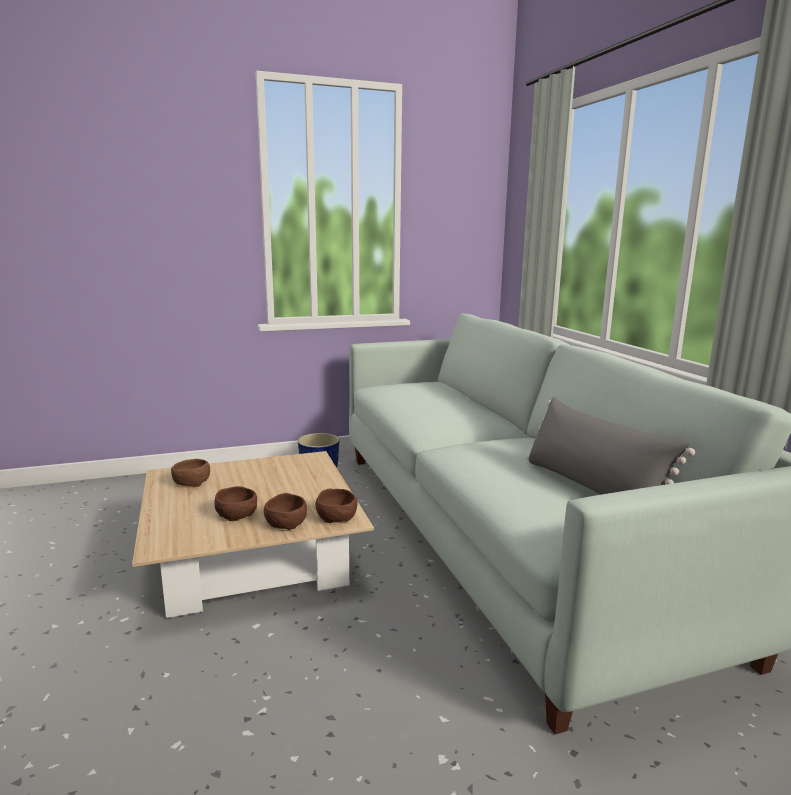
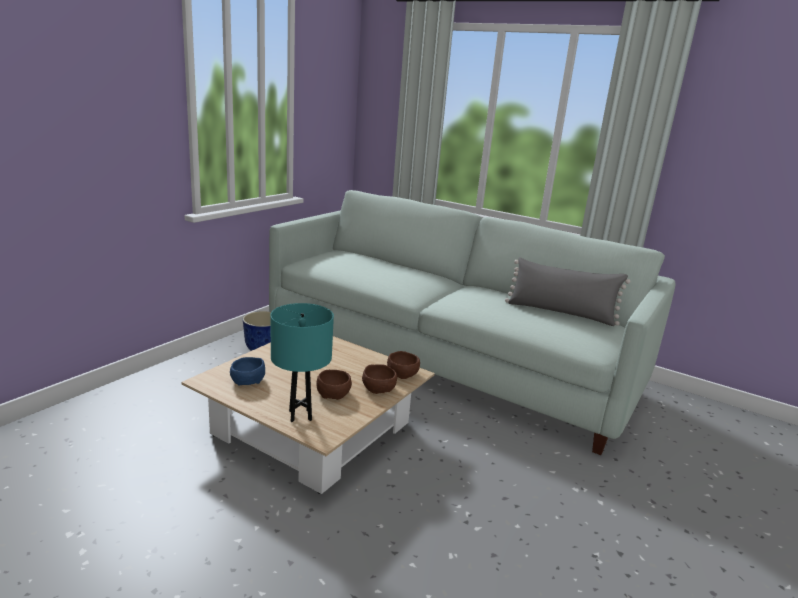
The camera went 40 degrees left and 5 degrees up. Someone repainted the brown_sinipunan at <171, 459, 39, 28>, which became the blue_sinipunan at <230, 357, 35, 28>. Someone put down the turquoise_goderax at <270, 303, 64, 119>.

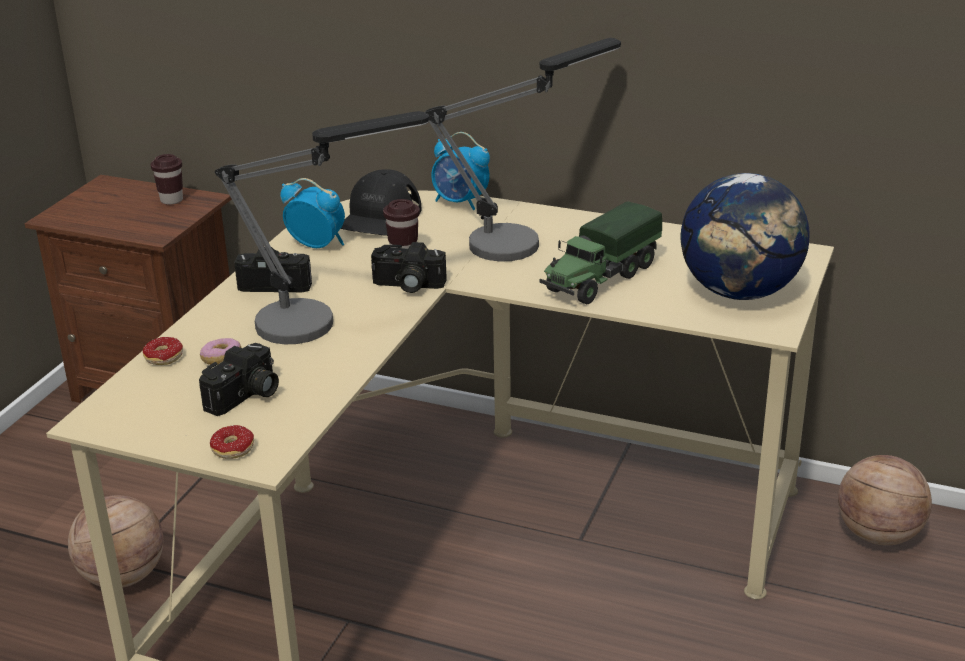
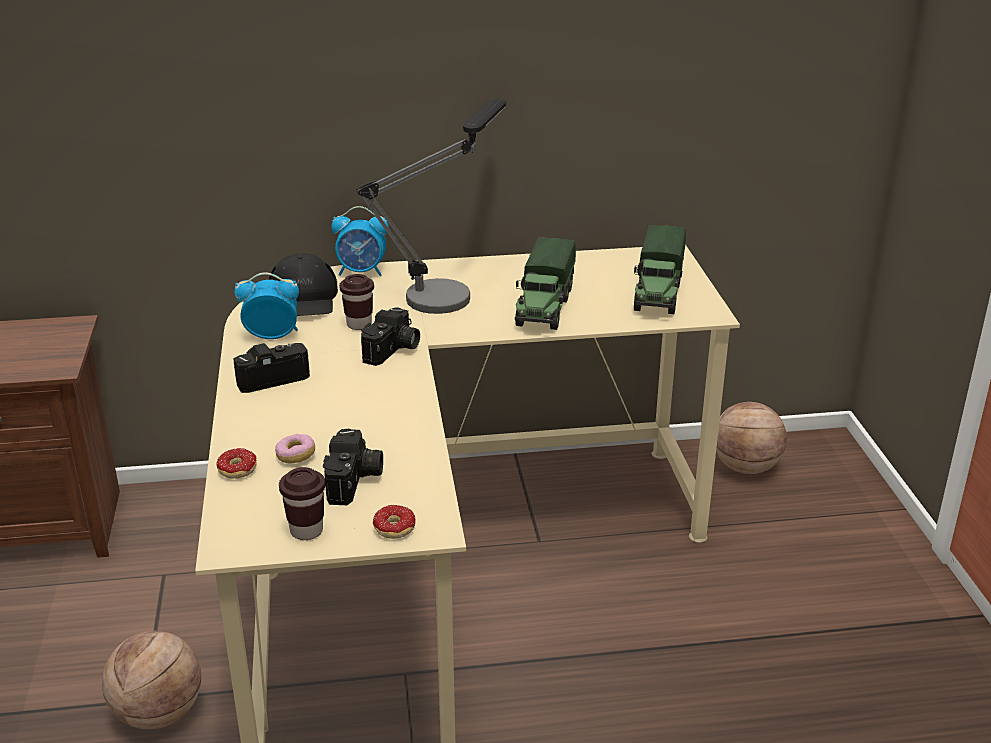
The camera went 30 degrees left and 0 degrees up. Someone carried the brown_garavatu from <151, 154, 32, 51> to <279, 467, 46, 73>. Someone rotated the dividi at <371, 242, 76, 51> by 45 degrees counterclockwise. Someone swapped the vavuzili at <681, 173, 129, 127> for the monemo at <634, 225, 52, 89>. Someone took away the goderax at <215, 111, 214, 233>.

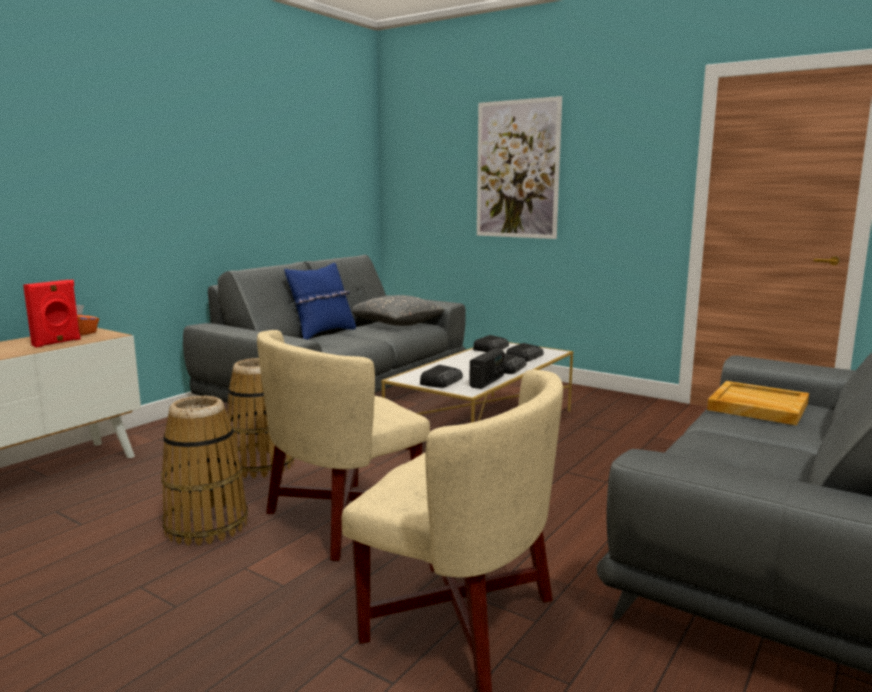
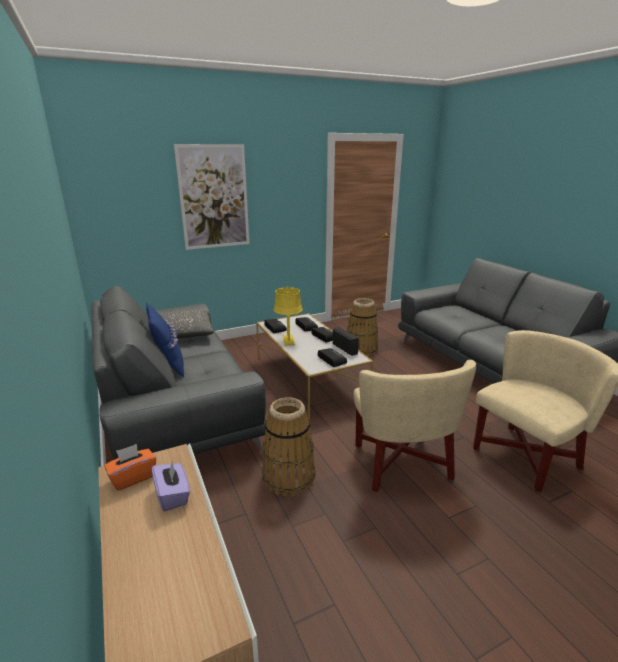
The camera went 60 degrees left and 10 degrees up. Someone swapped the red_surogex at <23, 280, 58, 68> for the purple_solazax at <152, 459, 38, 52>. Someone put down the yellow_goderax at <273, 287, 30, 59>. Someone carried the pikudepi from <161, 396, 87, 150> to <347, 298, 31, 58>. Someone took away the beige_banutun at <707, 381, 102, 44>.

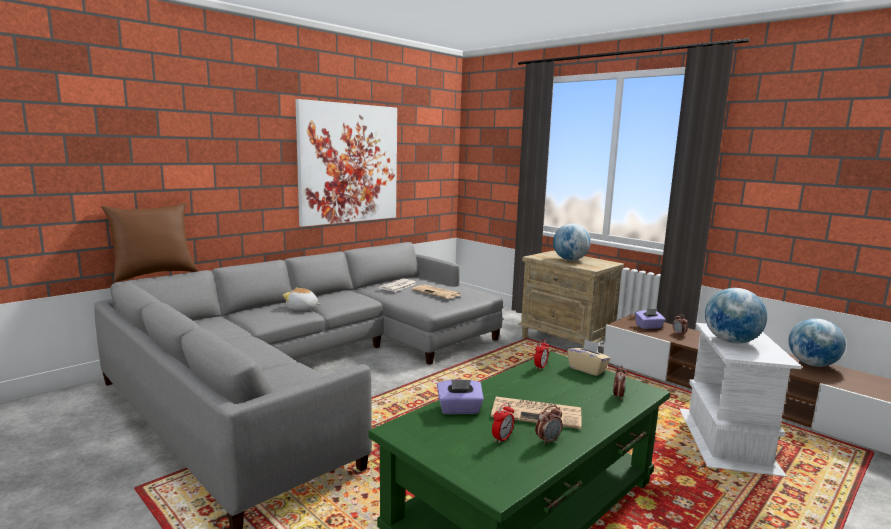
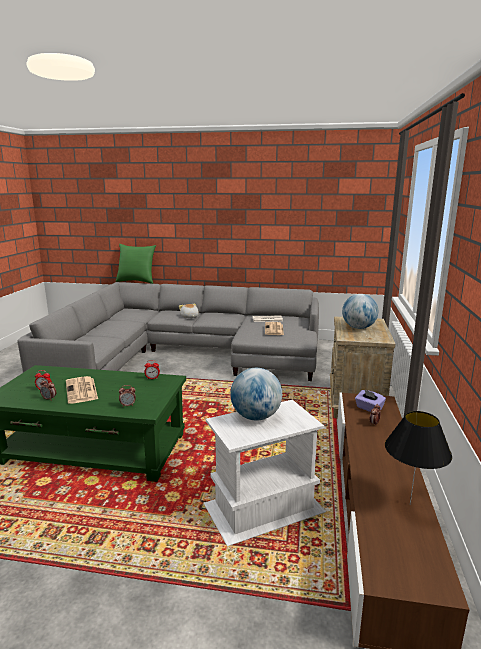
The camera went 55 degrees right and 5 degrees up. Someone repainted the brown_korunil at <101, 203, 97, 79>, which became the green_korunil at <116, 244, 40, 40>. Someone swapped the vavuzili at <788, 318, 58, 49> for the black_goderax at <385, 411, 67, 94>. Someone took away the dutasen at <295, 99, 102, 128>. Someone took away the purple_solazax at <437, 379, 47, 35>. Someone took away the beige_solazax at <567, 339, 44, 37>.

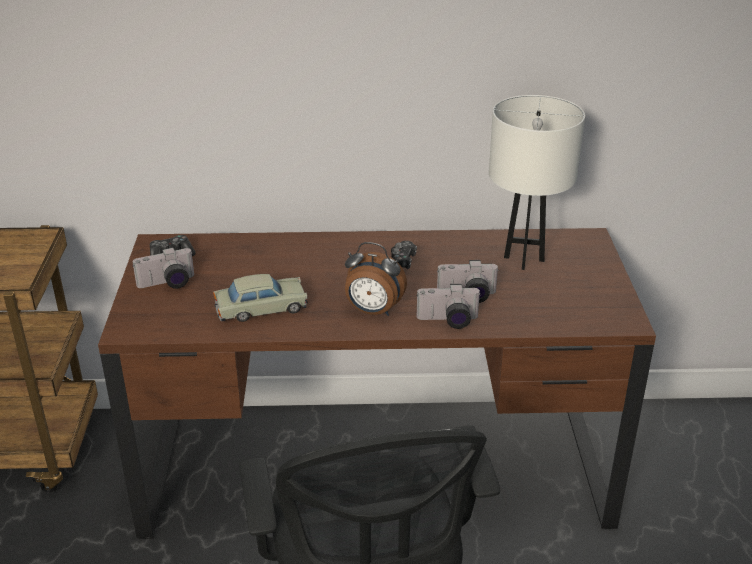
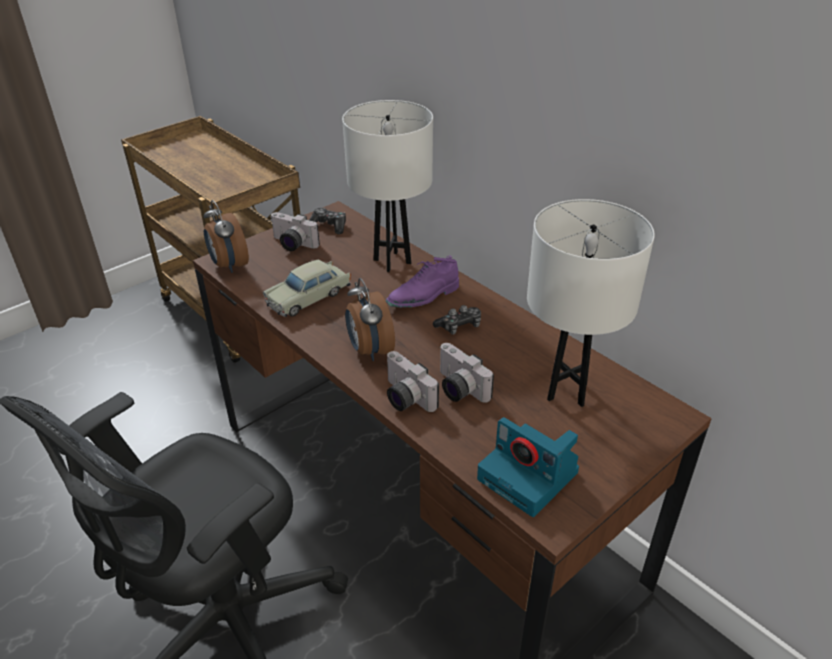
The camera went 50 degrees right and 5 degrees up. Someone put down the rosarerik at <203, 200, 46, 73>. Someone rotated the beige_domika at <213, 274, 94, 48> by 105 degrees clockwise. Someone put down the white_goderax at <342, 100, 91, 172>. Someone put down the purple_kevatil at <386, 255, 73, 52>. Someone put down the dividi at <477, 417, 102, 100>.

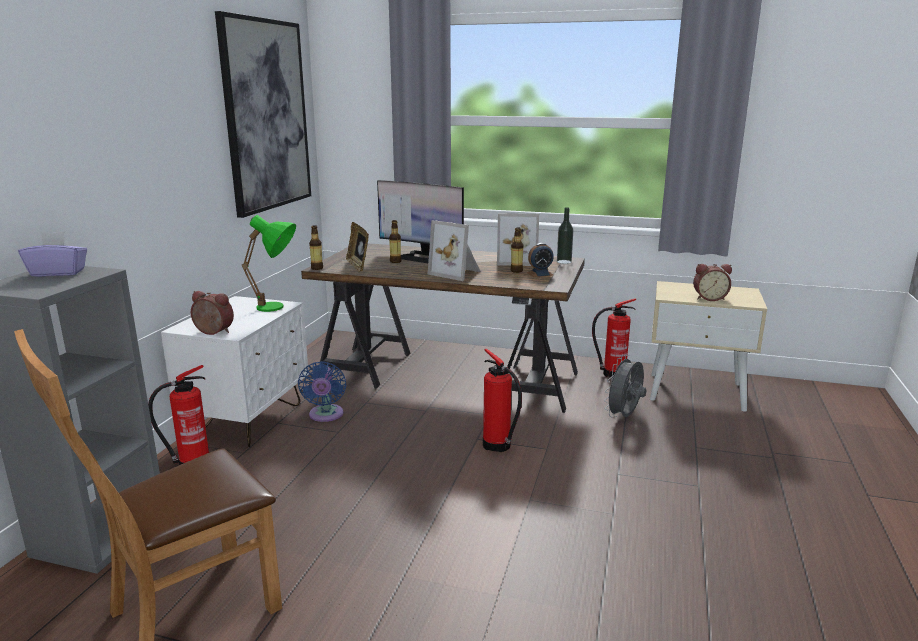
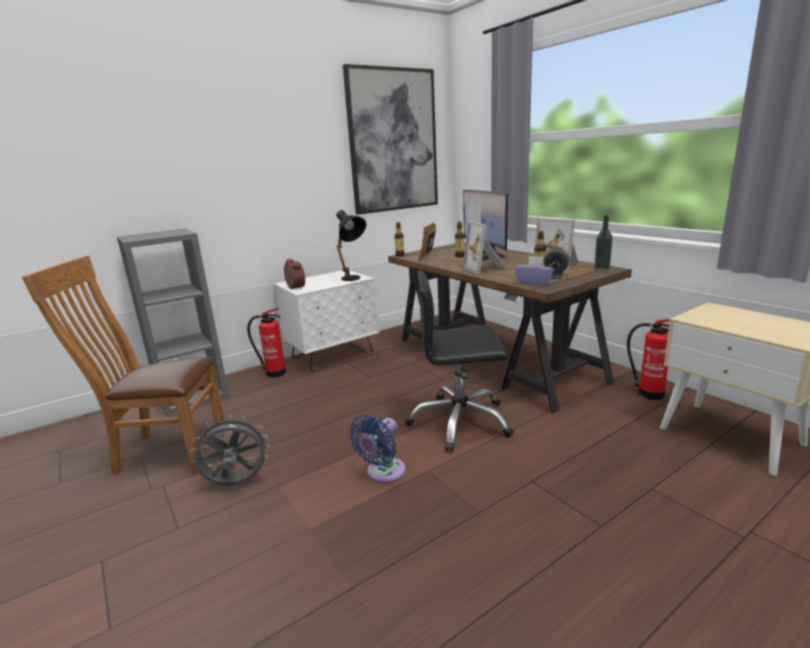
The camera went 40 degrees right and 0 degrees up. Someone carried the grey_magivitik from <604, 355, 43, 63> to <191, 415, 79, 71>. Someone repainted the green_goderax at <242, 215, 54, 97>, which became the black_goderax at <336, 210, 30, 71>. Someone carried the blue_magivitik from <298, 361, 48, 61> to <349, 414, 57, 69>. Someone swapped the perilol at <483, 349, 39, 103> for the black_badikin at <405, 270, 109, 182>. Someone carried the purple_solazax from <18, 231, 69, 46> to <515, 256, 39, 30>. Someone took away the rosarerik at <693, 264, 39, 37>.

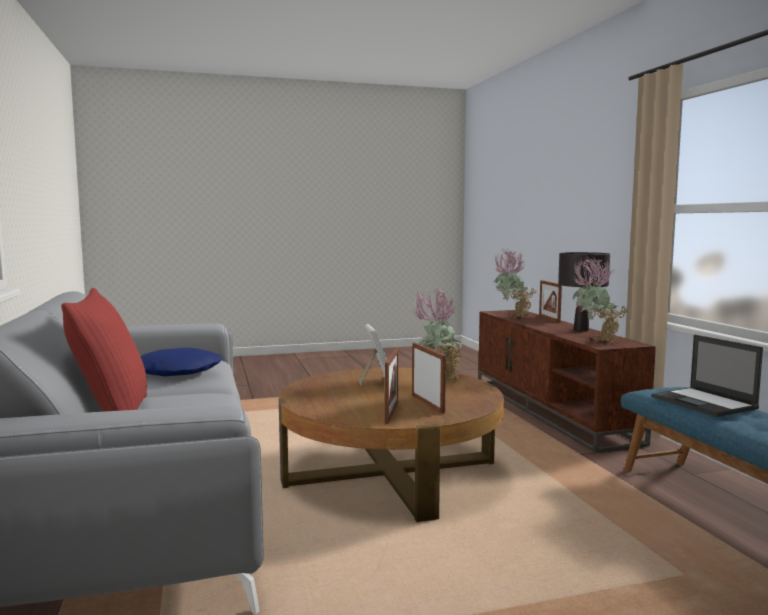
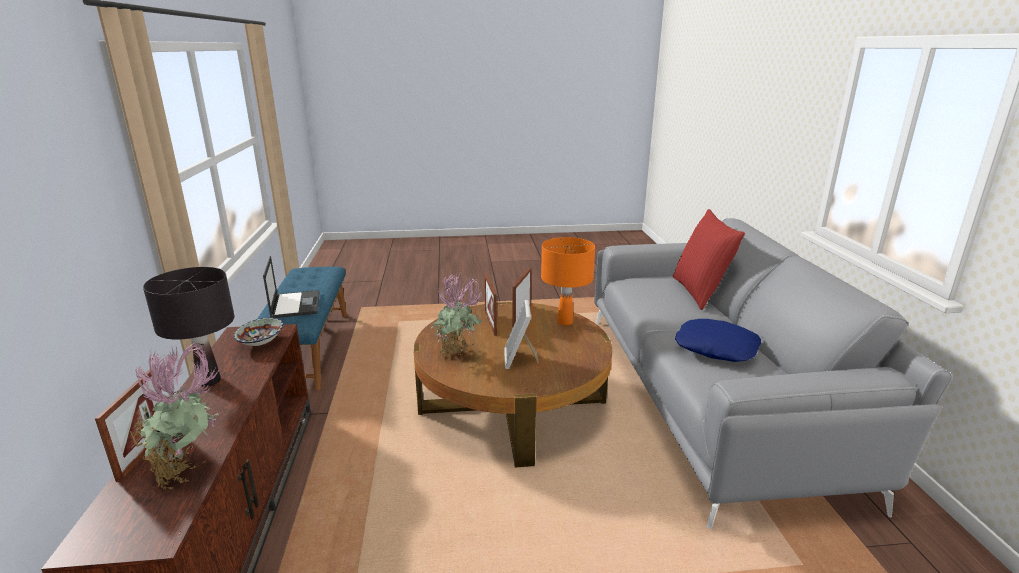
The camera went 170 degrees left and 15 degrees up. Someone swapped the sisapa at <571, 256, 57, 86> for the sinipunan at <234, 318, 49, 28>. Someone put down the orange_goderax at <541, 237, 54, 88>.

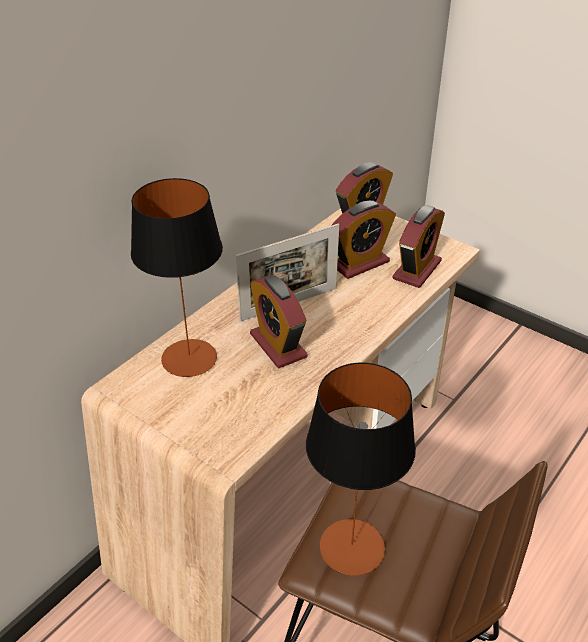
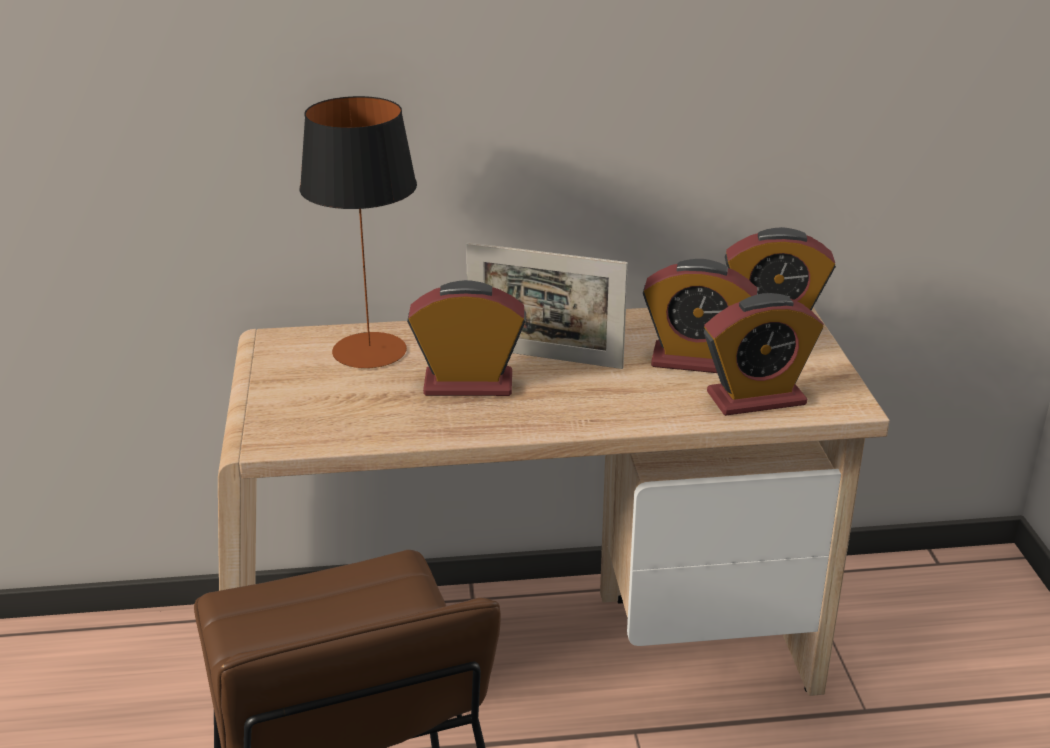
The camera went 45 degrees right and 10 degrees down. Someone rotated the rosarerik at <250, 275, 58, 93> by 75 degrees clockwise. Someone took away the goderax at <306, 363, 110, 213>.

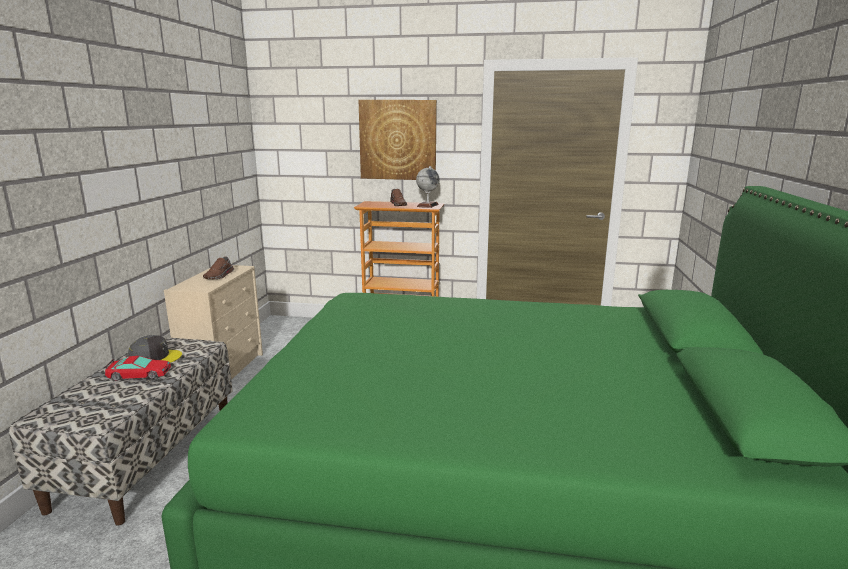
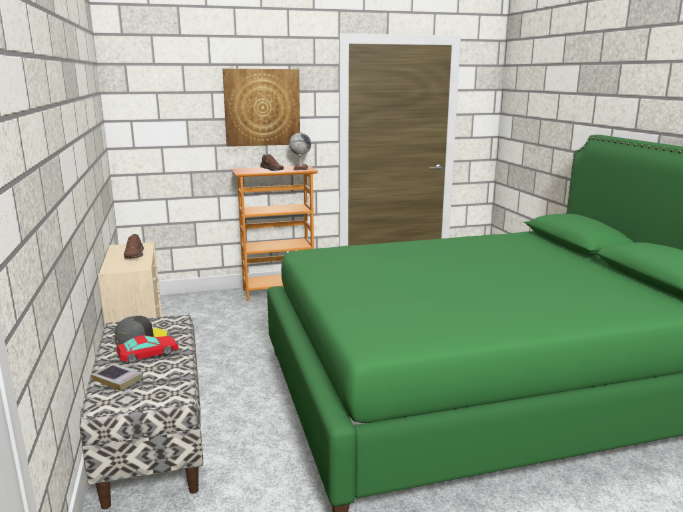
The camera went 25 degrees left and 0 degrees up. Someone put down the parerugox at <91, 363, 52, 28>.

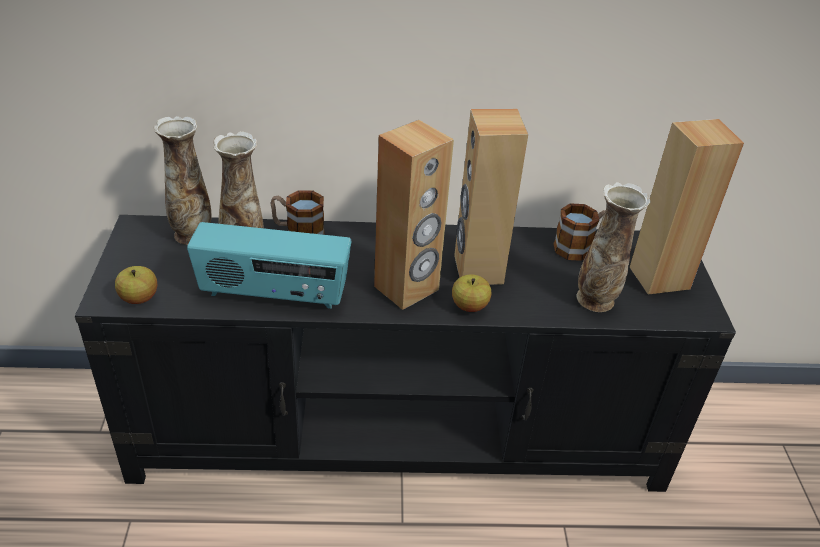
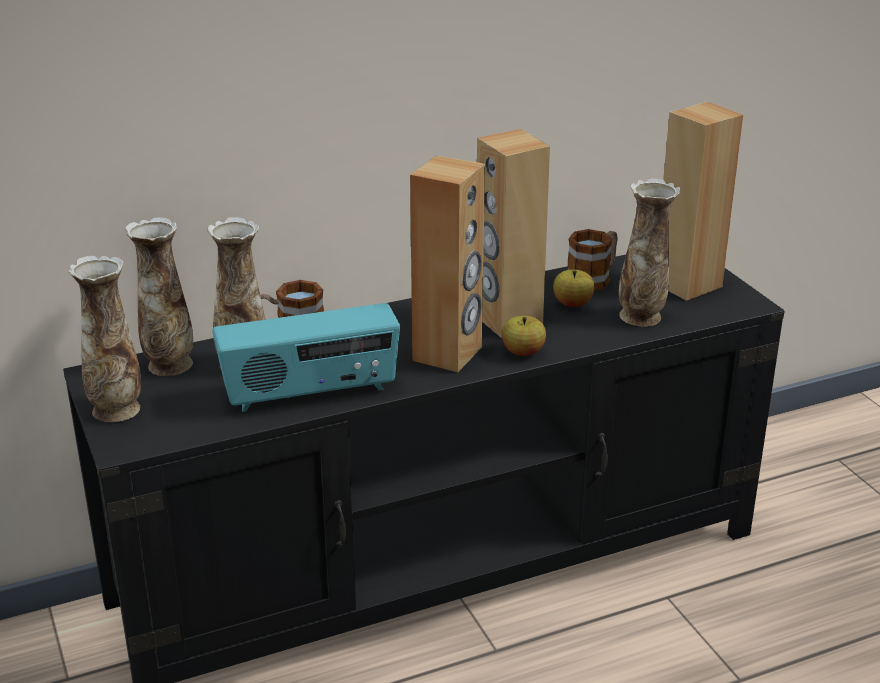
The camera went 20 degrees left and 10 degrees down. Someone put down the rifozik at <68, 256, 73, 166>. Someone carried the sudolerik from <115, 266, 42, 38> to <553, 270, 42, 37>.

